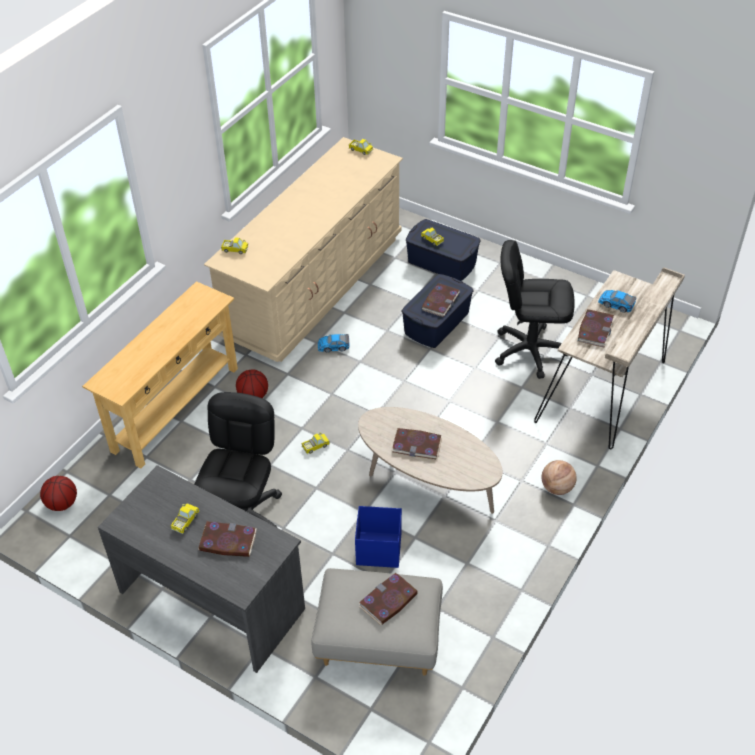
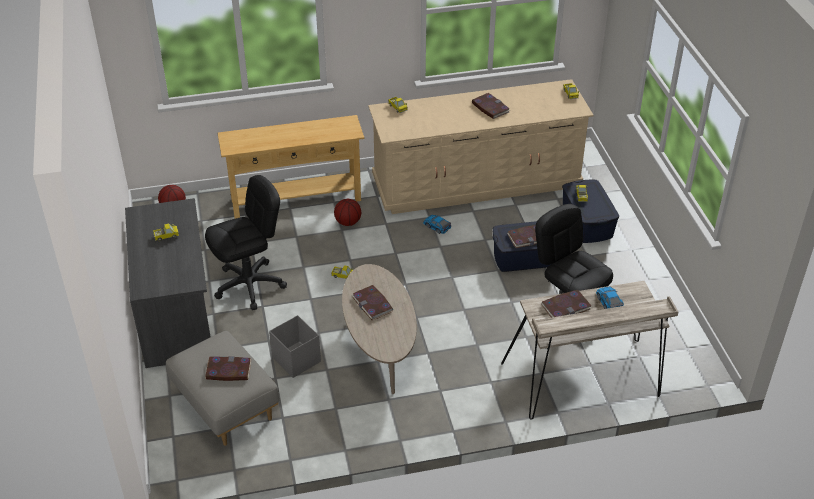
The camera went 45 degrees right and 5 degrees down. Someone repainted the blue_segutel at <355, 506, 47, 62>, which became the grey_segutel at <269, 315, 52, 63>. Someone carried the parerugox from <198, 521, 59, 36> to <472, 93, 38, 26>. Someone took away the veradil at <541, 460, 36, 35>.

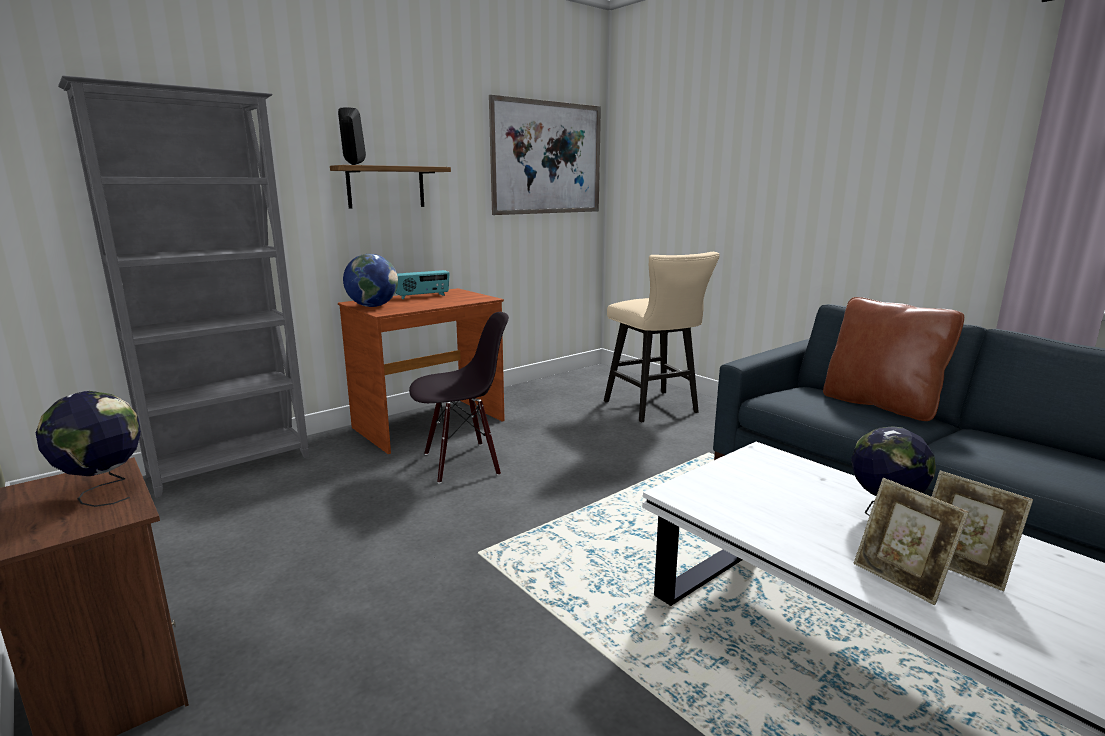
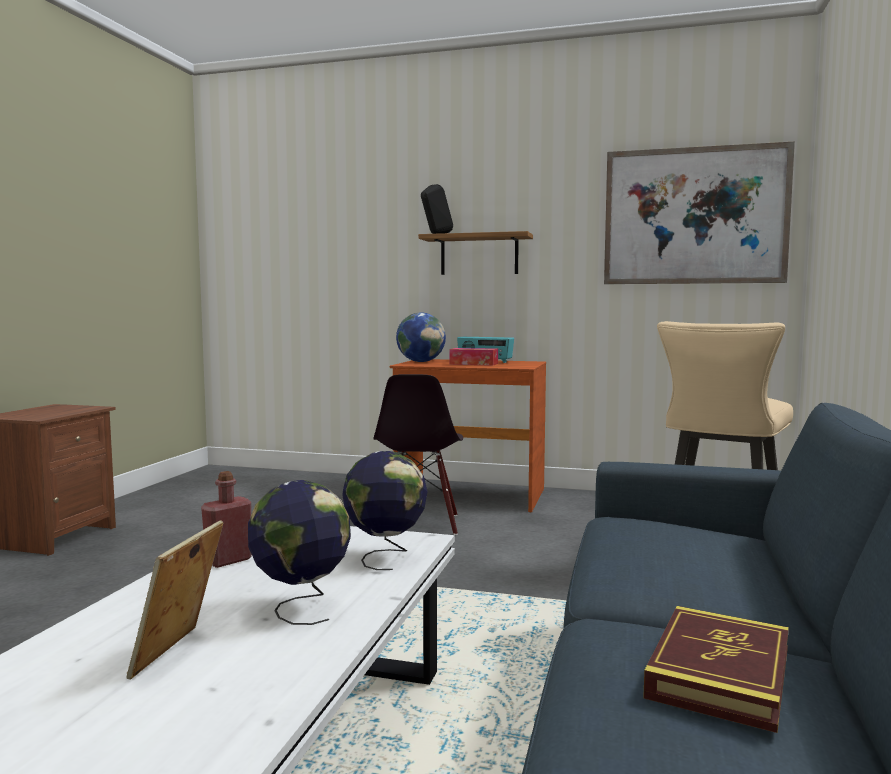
The camera went 55 degrees right and 10 degrees down. Someone put down the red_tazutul at <201, 471, 51, 97>. Someone carried the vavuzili from <36, 391, 105, 116> to <342, 451, 85, 119>. Someone rotated the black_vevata at <409, 312, 100, 172> by 60 degrees clockwise. Someone put down the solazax at <450, 348, 48, 18>. Someone put down the parerugox at <643, 606, 146, 127>. Someone took away the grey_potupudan at <58, 76, 251, 422>. Someone took away the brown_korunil at <823, 297, 141, 124>. Someone took away the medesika at <853, 478, 116, 127>.

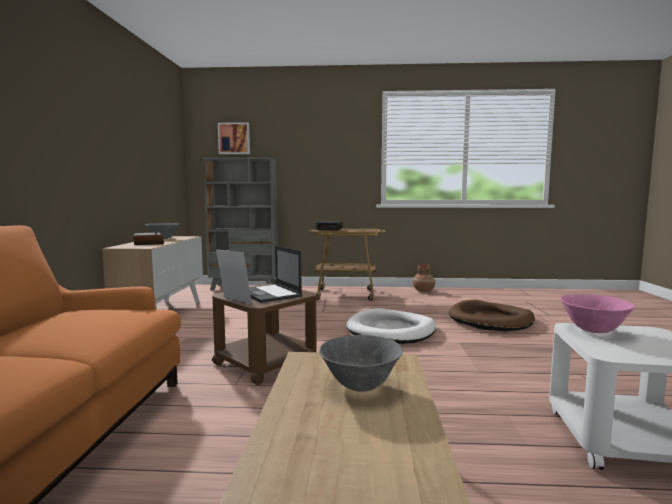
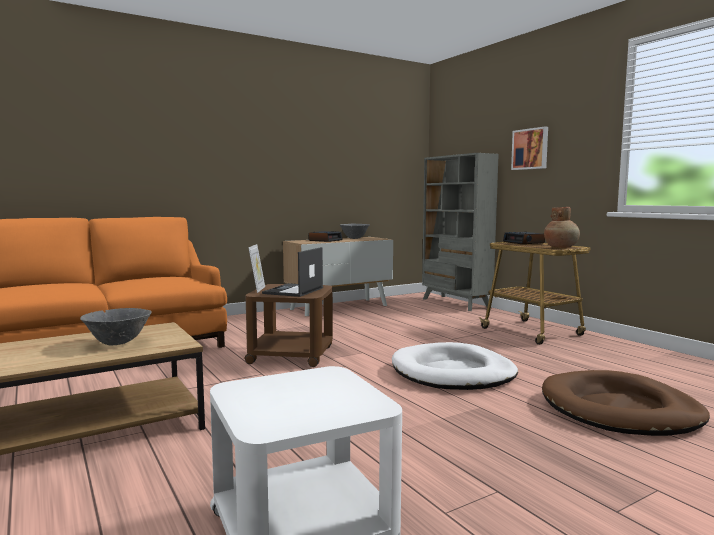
The camera went 55 degrees right and 0 degrees up. Someone carried the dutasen from <218, 122, 32, 32> to <511, 127, 37, 43>. Someone carried the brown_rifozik from <413, 264, 22, 28> to <544, 207, 36, 41>. Someone took away the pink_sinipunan at <560, 294, 75, 39>.

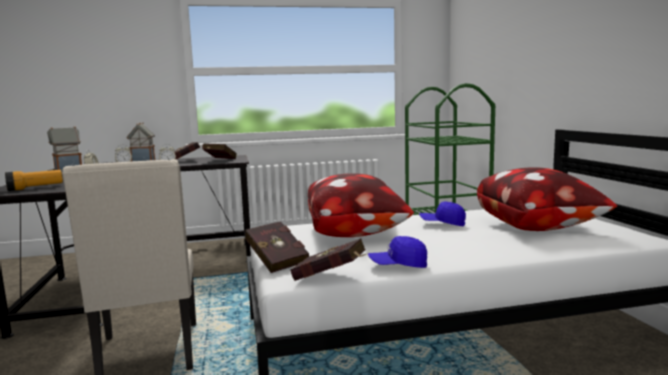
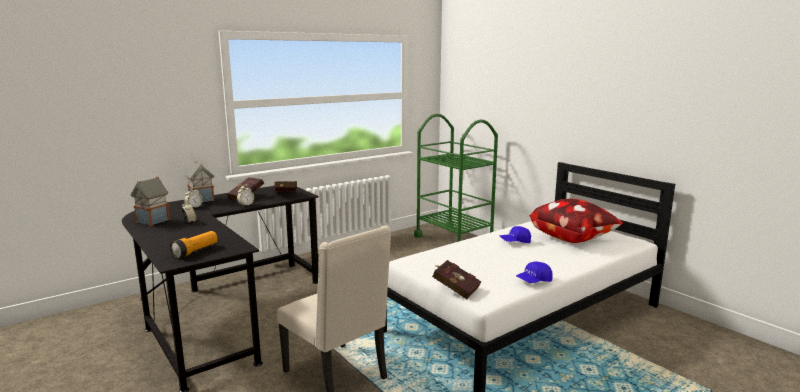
The camera went 25 degrees left and 5 degrees up. Someone took away the red_parerugox at <290, 238, 79, 43>. Someone took away the korunil at <308, 173, 106, 64>.

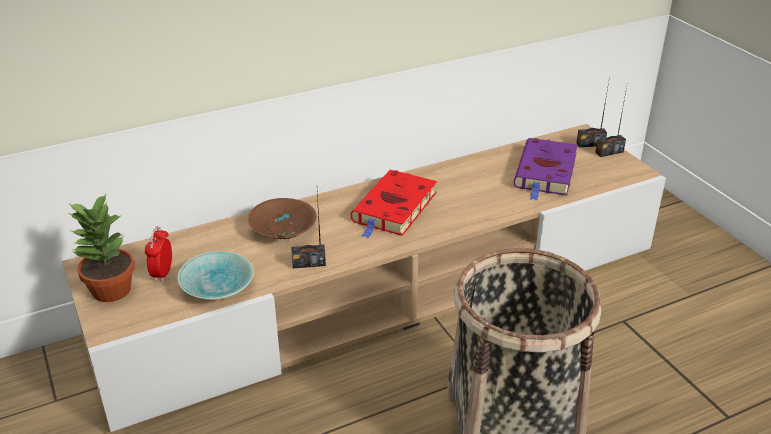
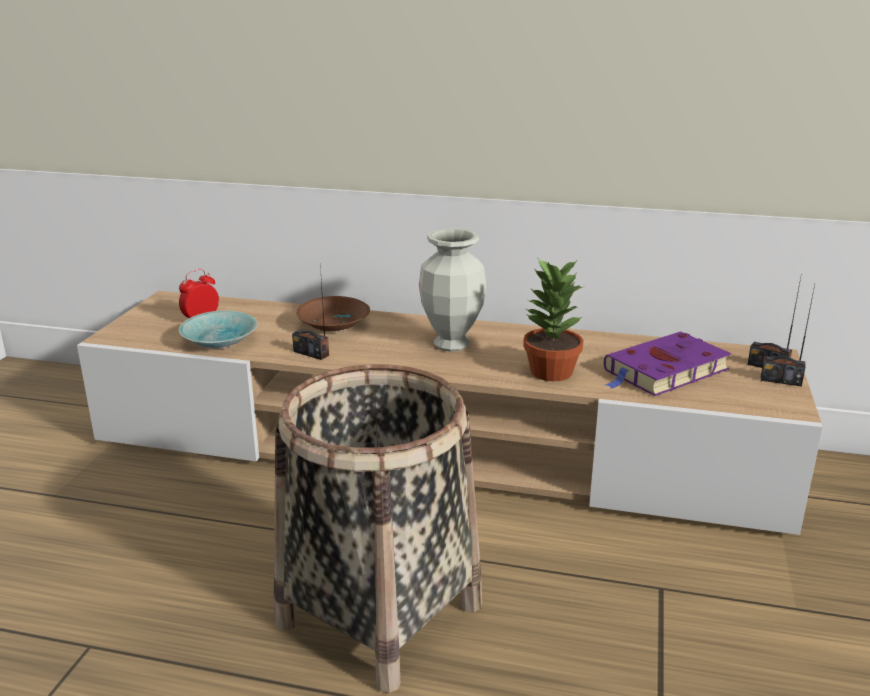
The camera went 40 degrees right and 10 degrees down. Someone swapped the red_parerugox at <350, 170, 87, 69> for the rifozik at <419, 228, 67, 124>. Someone carried the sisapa from <69, 194, 66, 108> to <523, 259, 60, 122>.

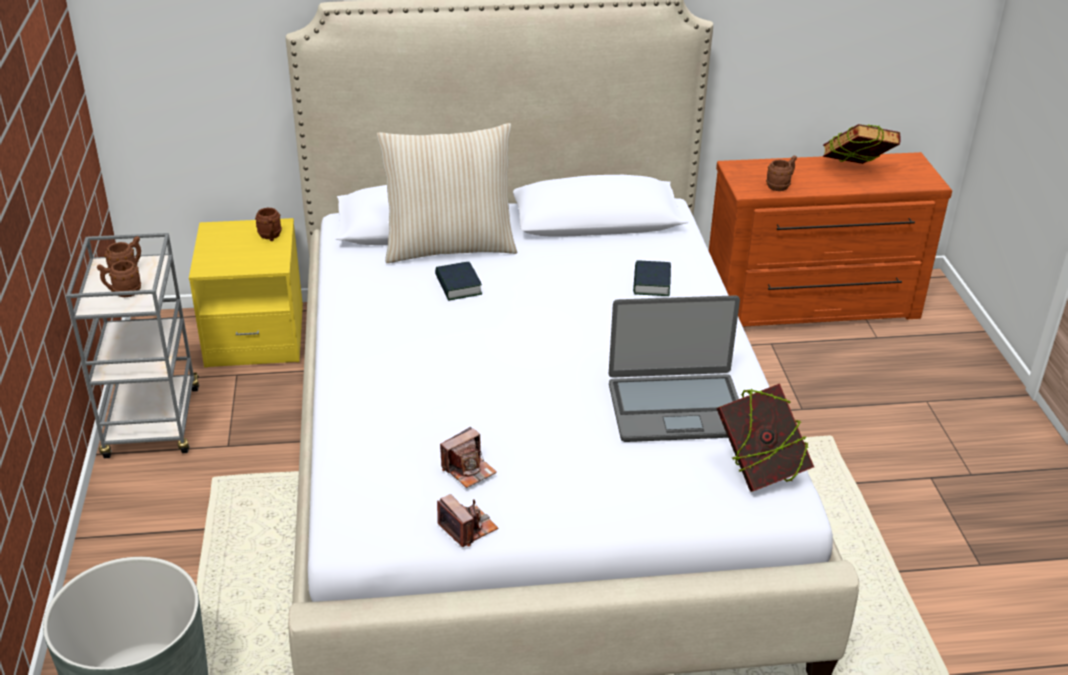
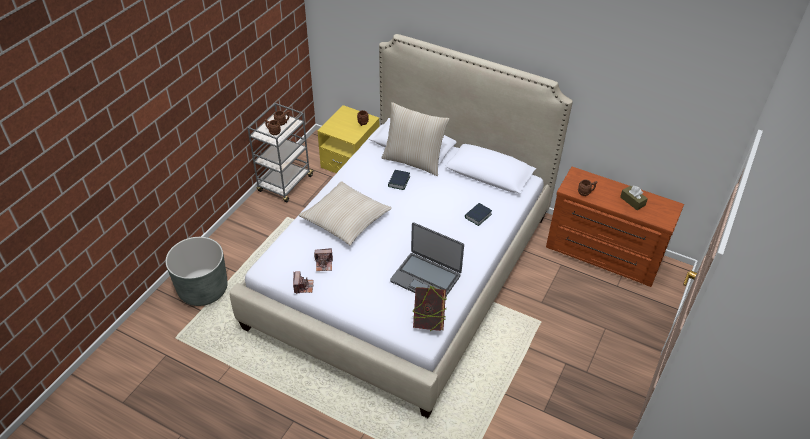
The camera went 35 degrees right and 10 degrees up. Someone put down the beige_korunil at <299, 181, 93, 64>. Someone swapped the parerugox at <823, 124, 78, 40> for the brown_solazax at <620, 186, 28, 24>.

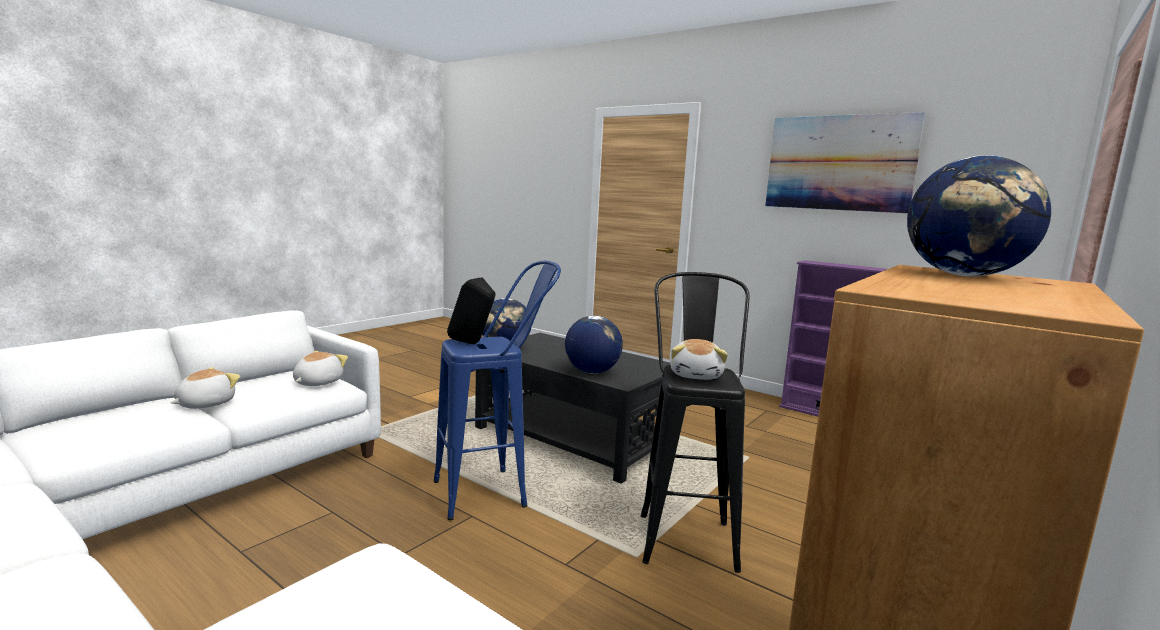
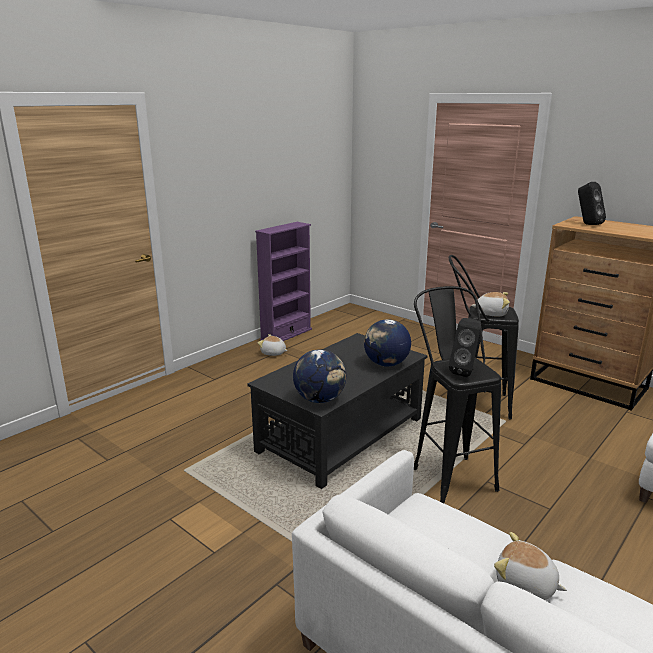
The camera went 85 degrees left and 10 degrees up. Someone carried the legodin from <293, 351, 55, 35> to <258, 334, 30, 22>. Someone repainted the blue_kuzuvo at <434, 261, 127, 259>, which became the black_kuzuvo at <414, 286, 87, 217>. Someone swapped the vavuzili at <907, 155, 144, 122> for the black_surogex at <578, 182, 28, 43>. Someone took away the dutasen at <765, 112, 161, 102>.

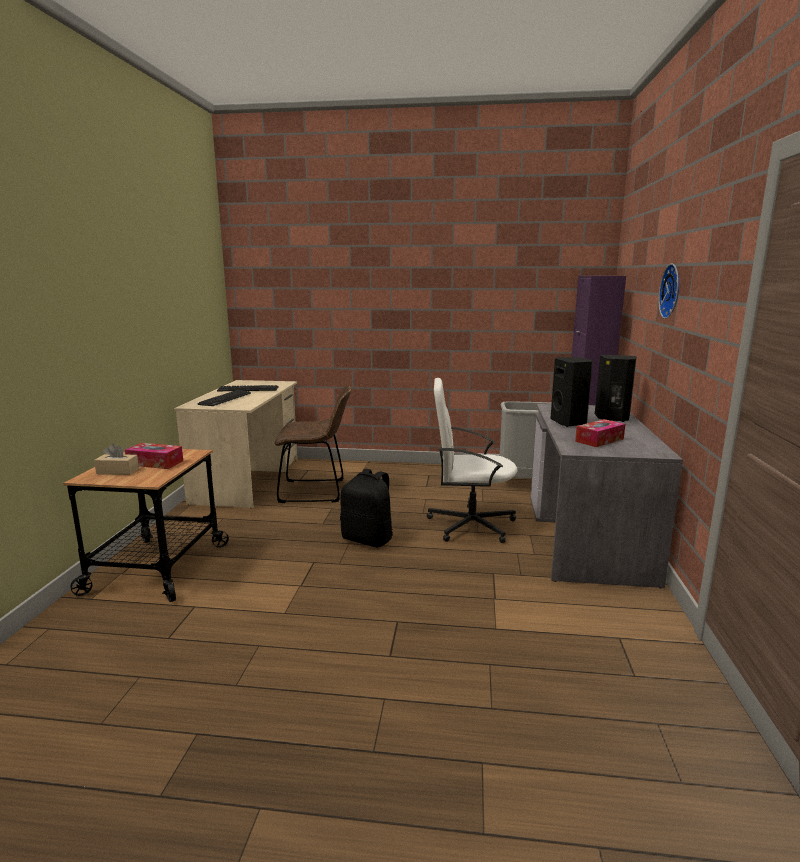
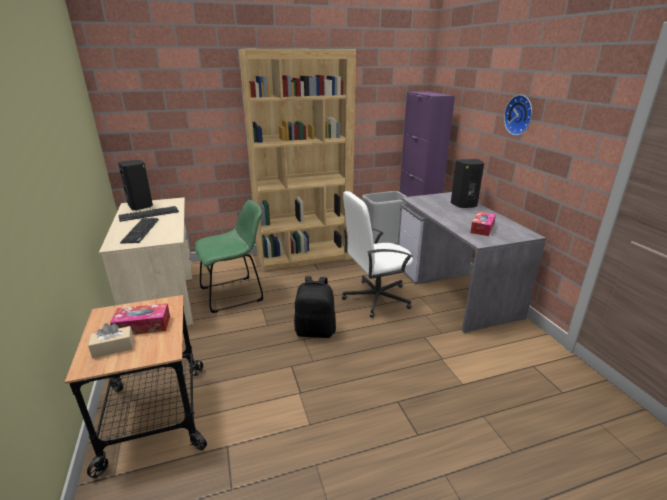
The camera went 25 degrees left and 10 degrees up. Someone carried the black_surogex from <550, 357, 43, 70> to <118, 160, 35, 51>. Someone repainted the brown_vevata at <275, 385, 76, 118>, which became the green_vevata at <194, 200, 69, 113>. Someone put down the brown_potupudan at <239, 49, 117, 222>.

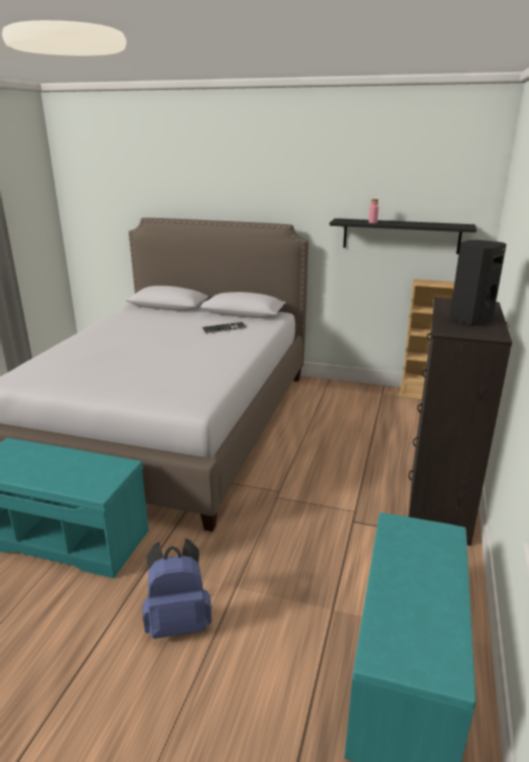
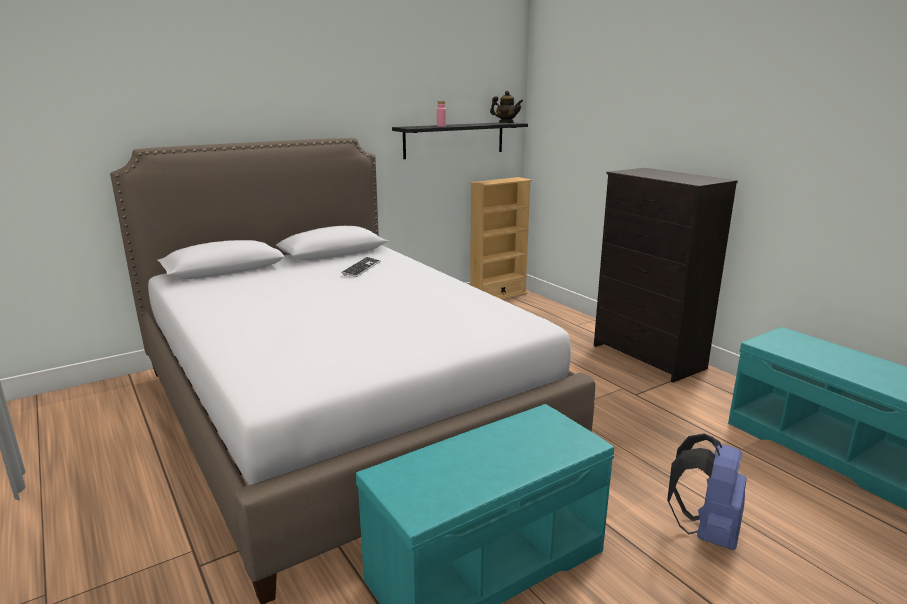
The camera went 50 degrees left and 5 degrees down. Someone put down the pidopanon at <490, 91, 33, 32>. Someone took away the black_surogex at <450, 240, 56, 85>.

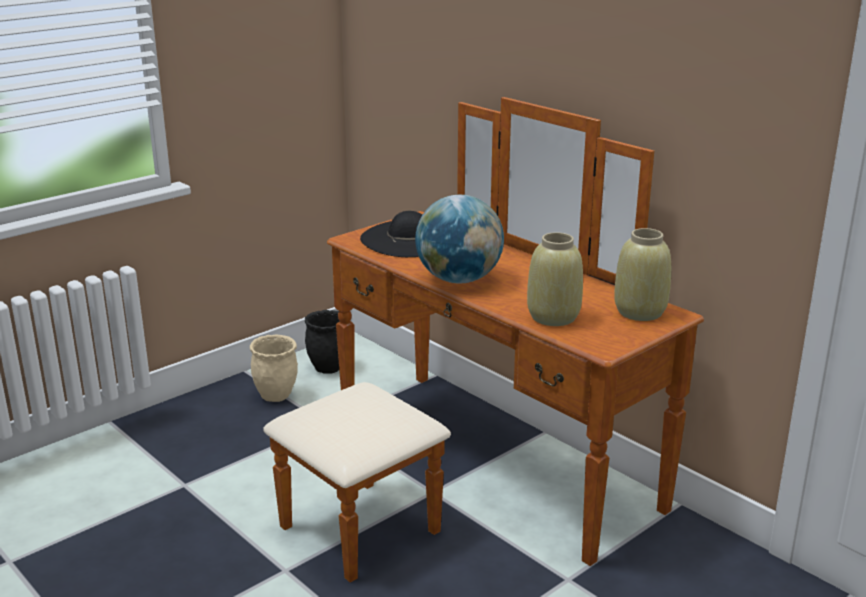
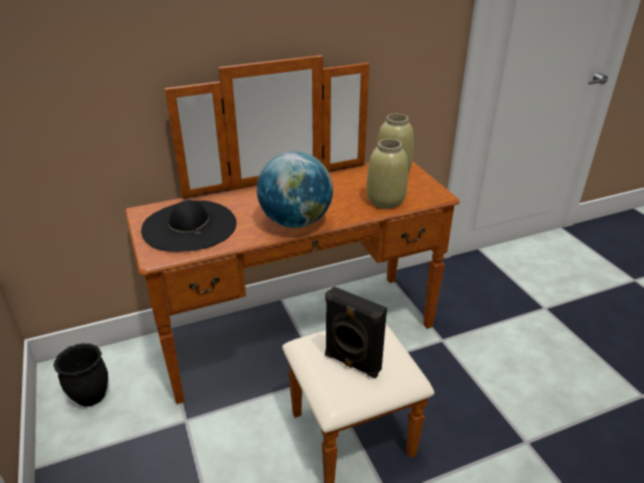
The camera went 70 degrees left and 10 degrees up. Someone put down the black_surogex at <325, 286, 62, 93>. Someone took away the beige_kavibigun at <250, 335, 48, 67>.

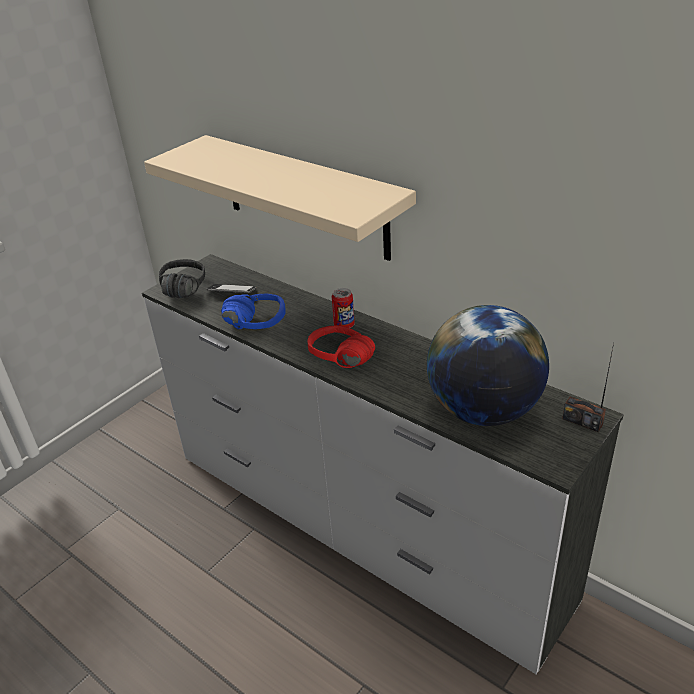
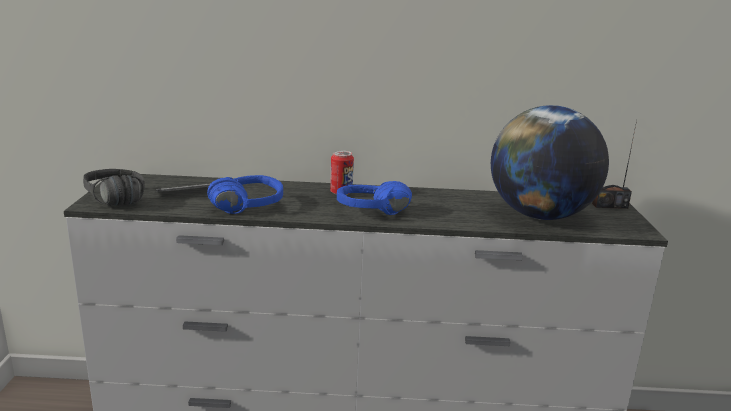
The camera went 40 degrees left and 15 degrees down. Someone repainted the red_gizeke at <308, 325, 67, 43>, which became the blue_gizeke at <337, 181, 75, 34>. Someone took away the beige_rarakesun at <144, 135, 272, 126>.

